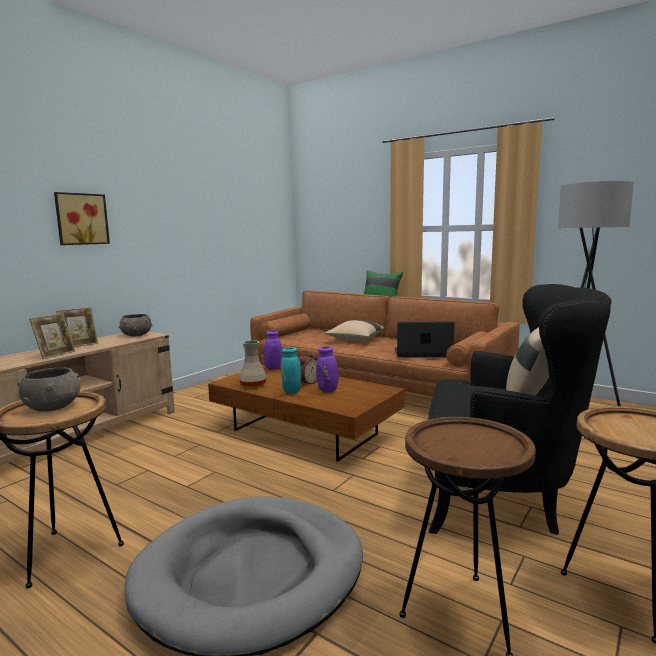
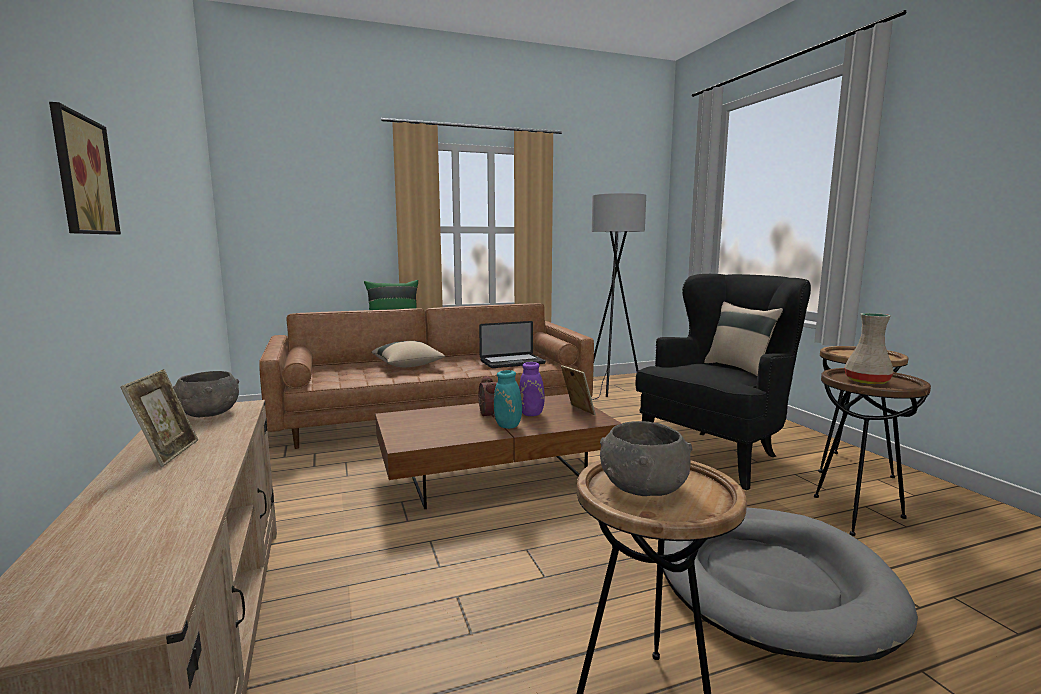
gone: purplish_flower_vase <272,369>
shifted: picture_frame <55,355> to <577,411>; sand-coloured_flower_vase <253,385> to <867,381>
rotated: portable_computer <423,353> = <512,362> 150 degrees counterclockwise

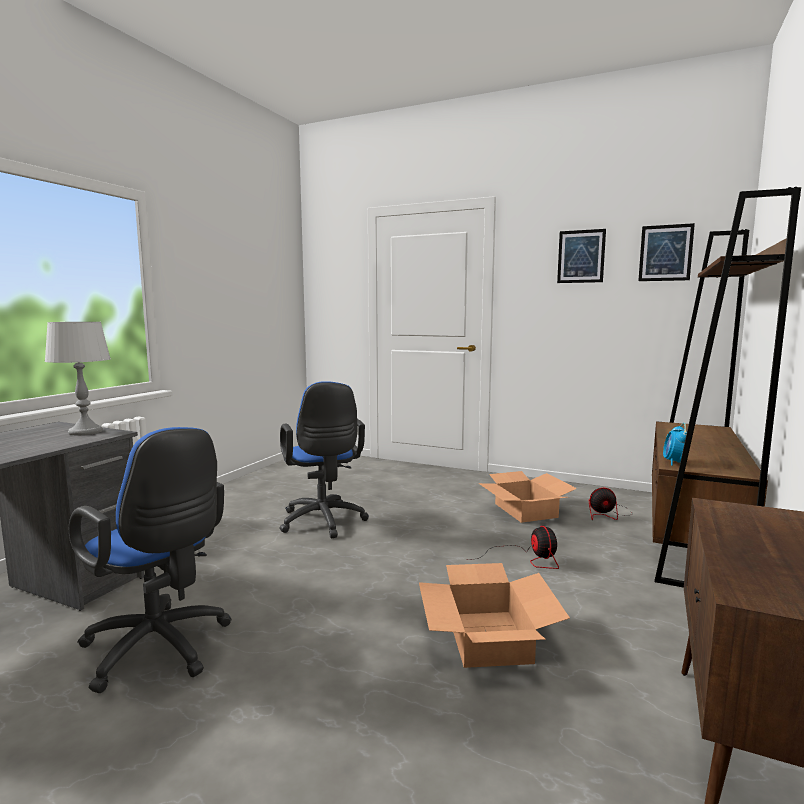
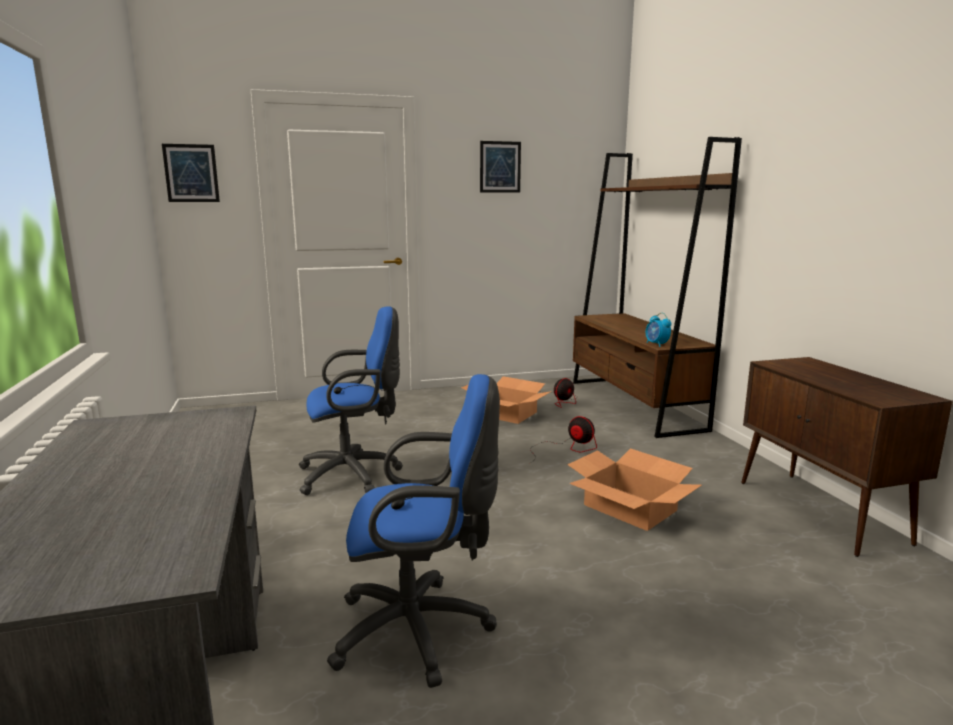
gone: greyish_lamp_for_a_table <85,432>
shifted: wall_picture <665,253> to <191,173>
rotated: bluish_desk_chair <323,522> = <354,474> 45 degrees counterclockwise

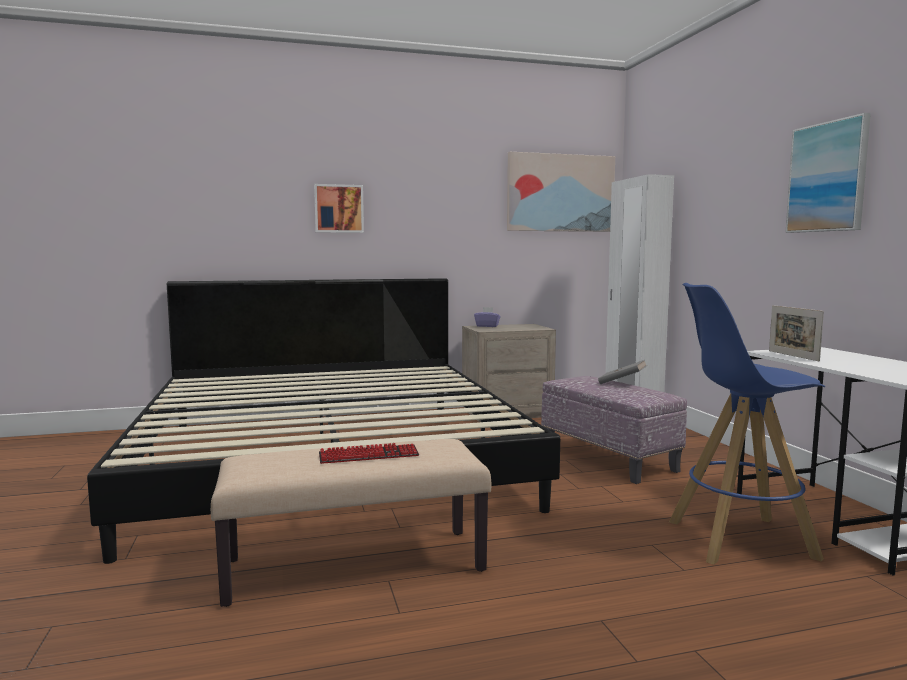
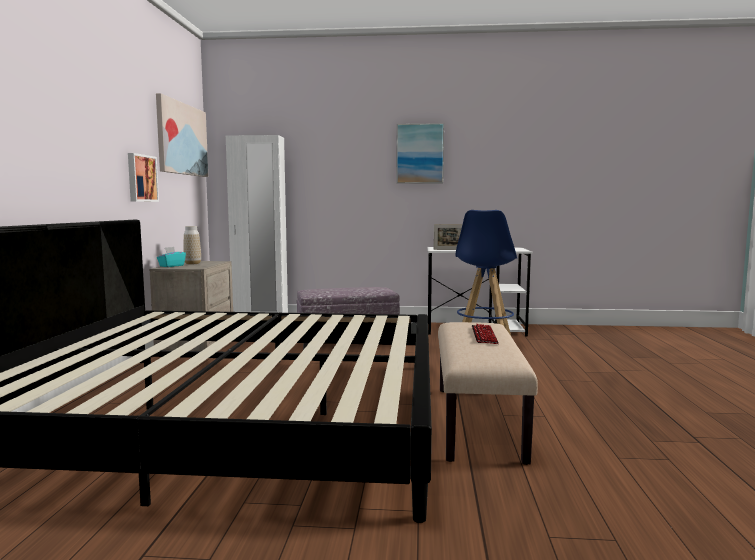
gone: greyish_volume <622,383>
new: flower_vase <192,263>
shifted: wall_picture <339,208> to <141,178>
repainted: purplish_tissue_holder <487,326> to turquoise_tissue_holder <171,266>

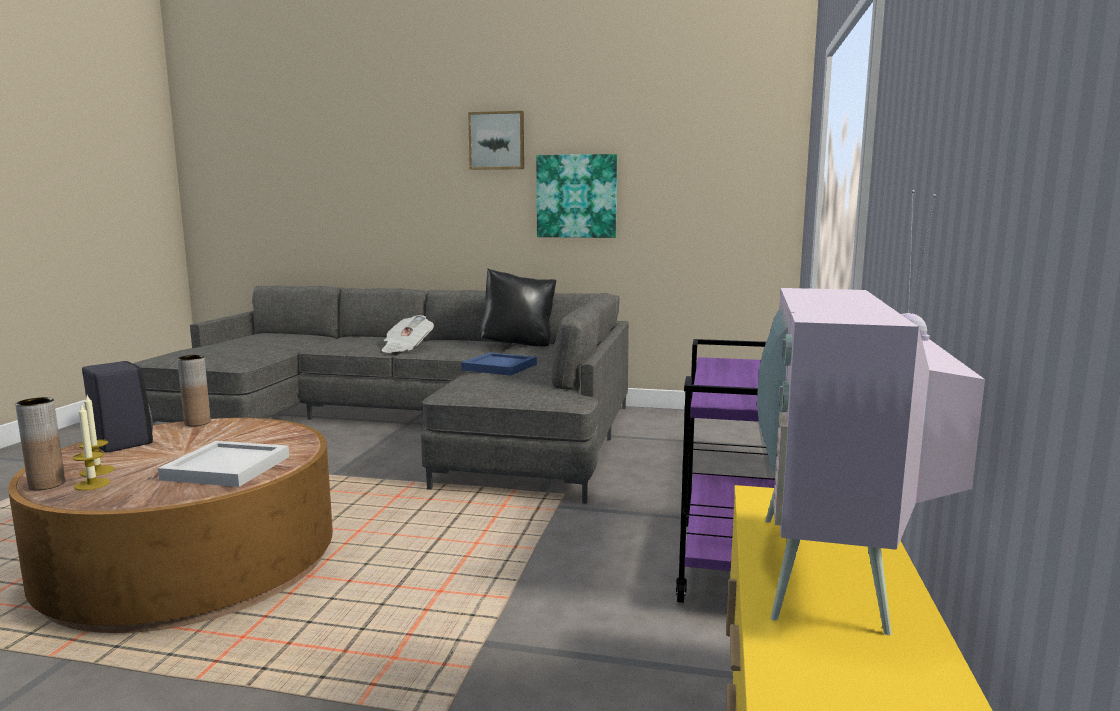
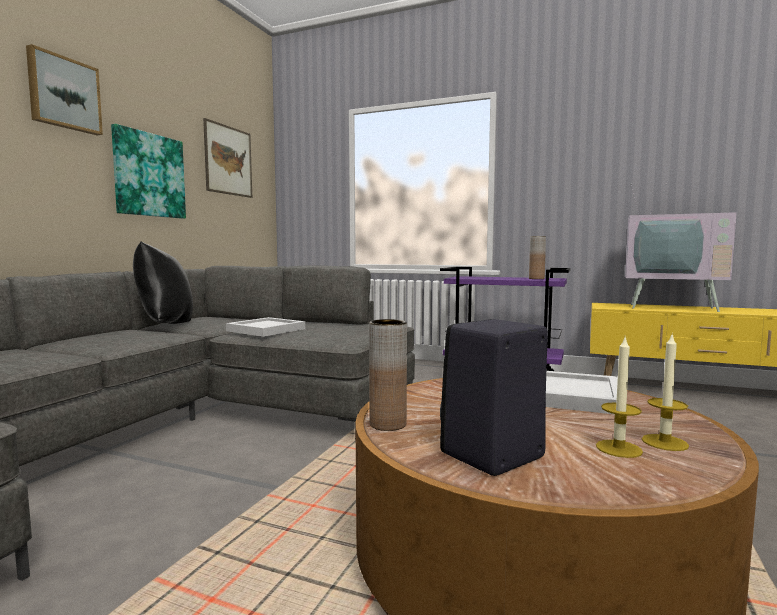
gone: newspaper <406,348>
new: wall_picture <228,160>
shifted: brown_flower_vase <47,484> to <536,279>
repainted: bluish_tray <500,367> to white-coloured_tray <267,330>

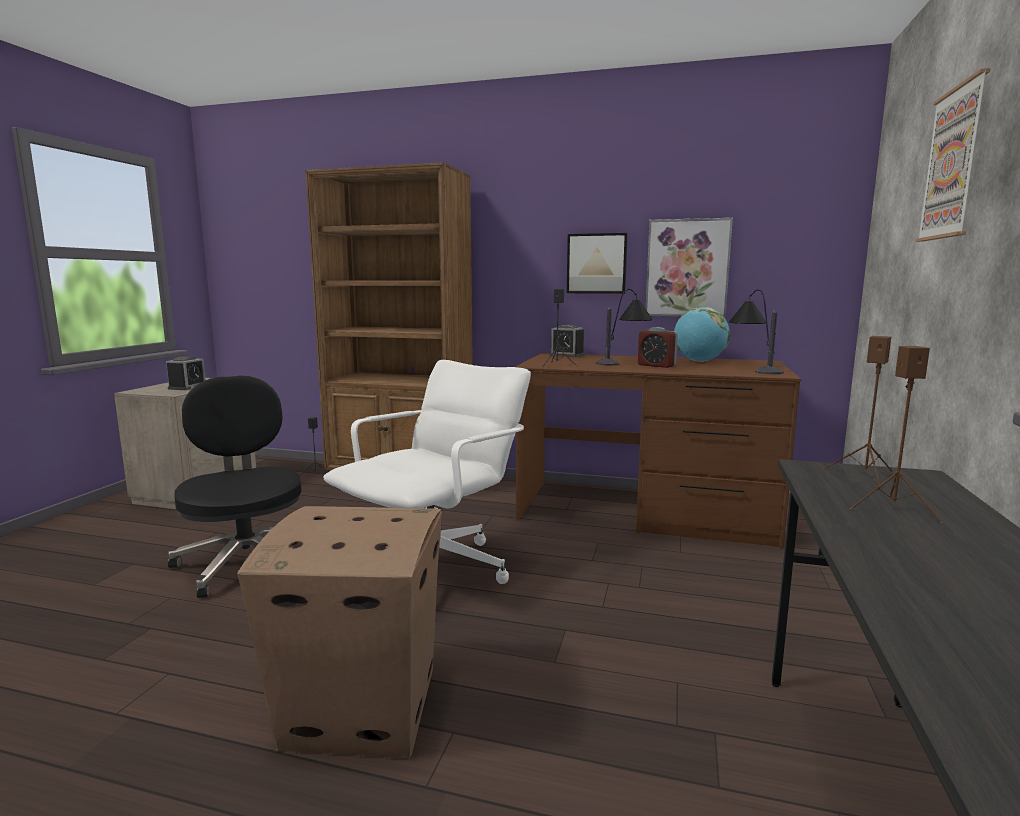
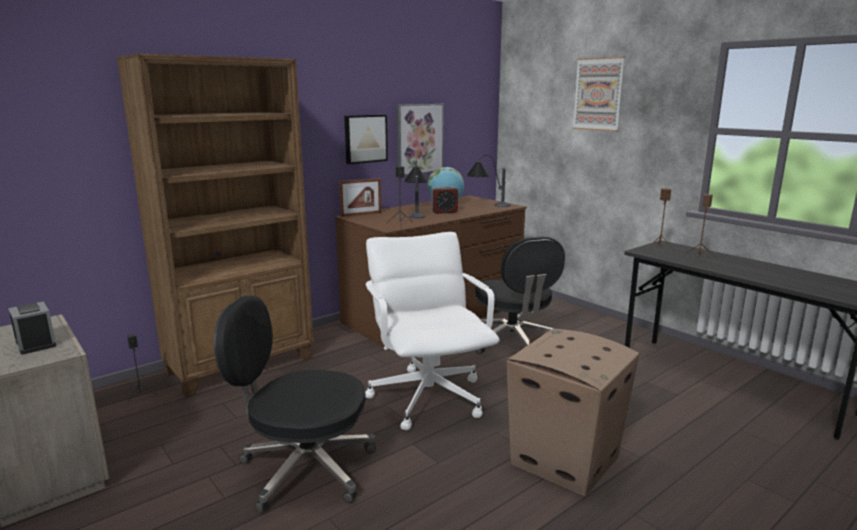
new: black-coloured_desk_chair <513,342>
swapped: table_clock <567,355> to picture_frame <361,214>

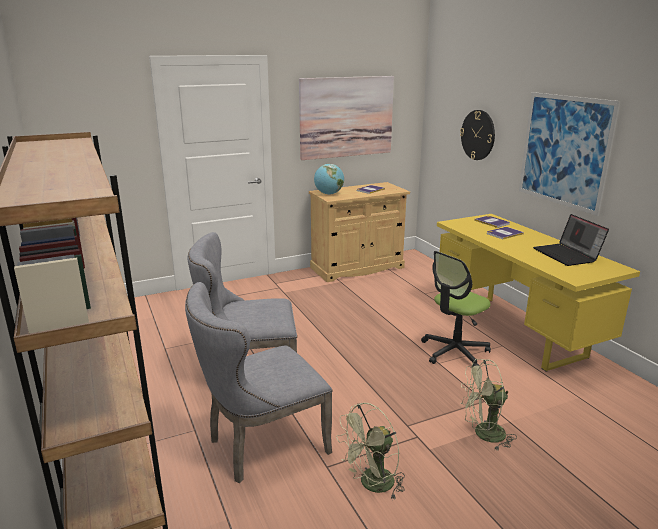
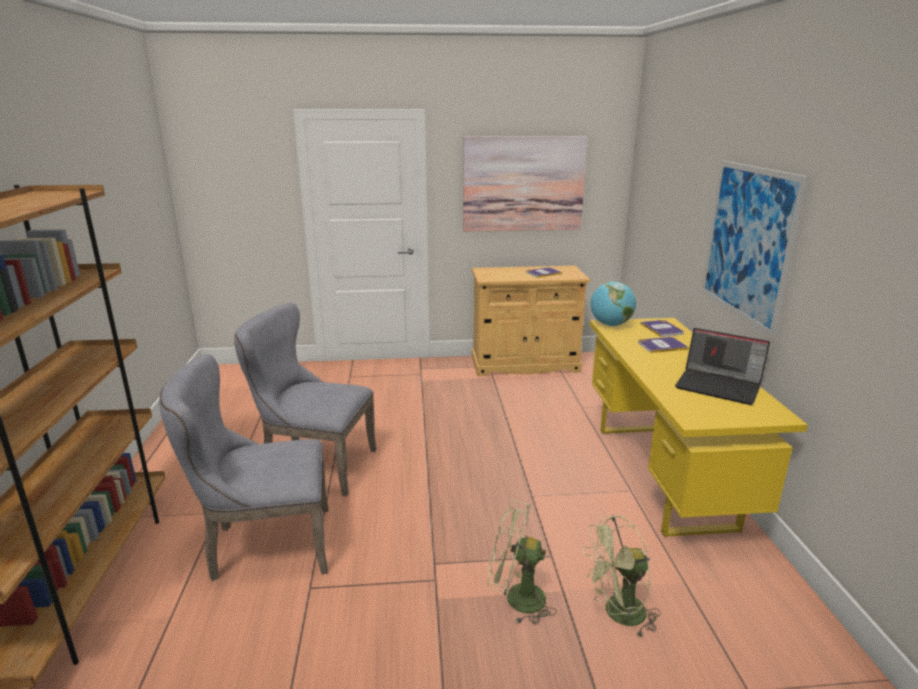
gone: desk_chair <454,352>; hanging_clock <478,135>
shifted: desk_globe <329,194> to <610,325>; greenish_cooling_fan <372,485> to <617,614>
rotated: portable_computer <567,255> = <719,386> 60 degrees counterclockwise

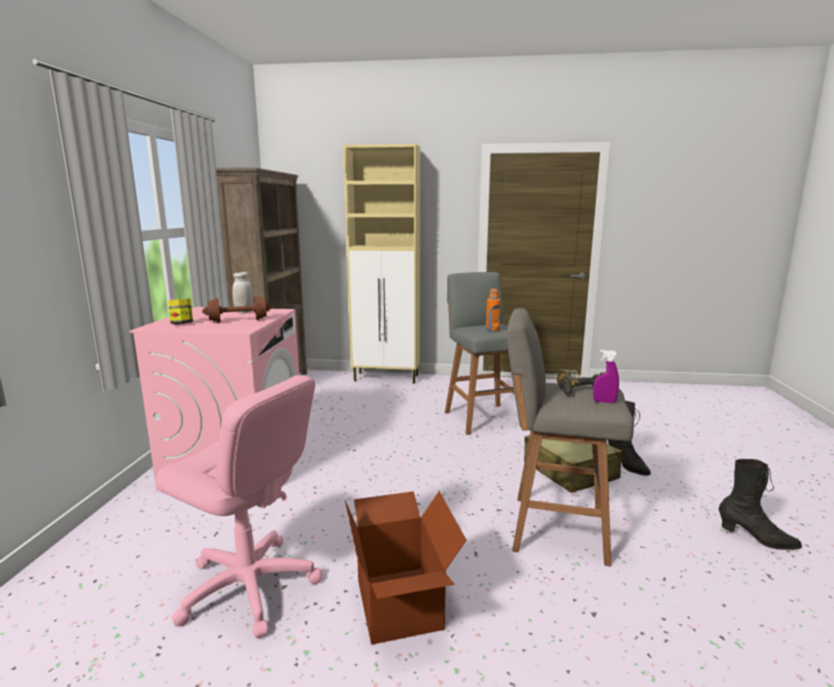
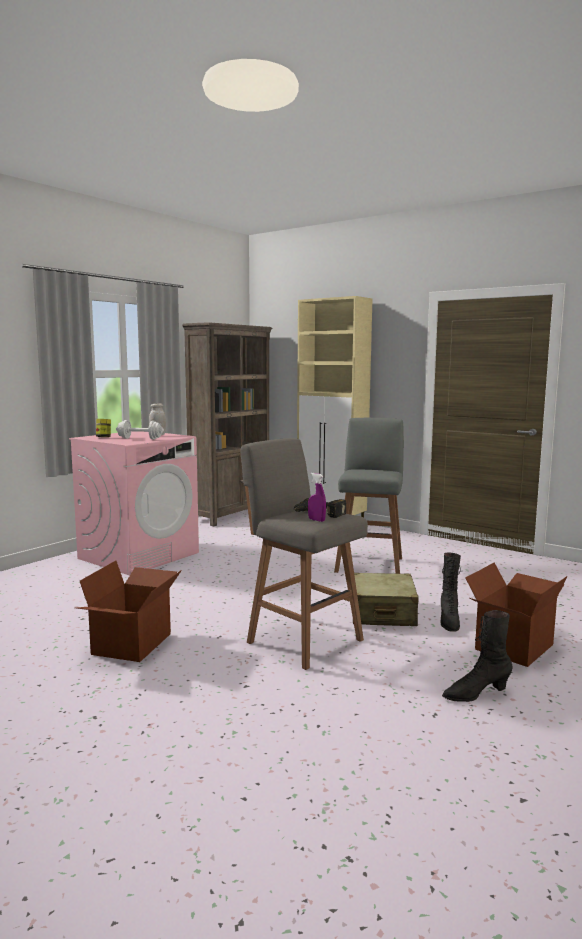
gone: pink_desk_chair <248,587>; orange_drink_bottle <492,330>
new: cardboard_box <512,646>
repainted: brown_free_weight <238,321> to white-coloured_free_weight <140,439>
rotated: black-coloured_high-top_boot <756,538> = <475,694> 105 degrees clockwise

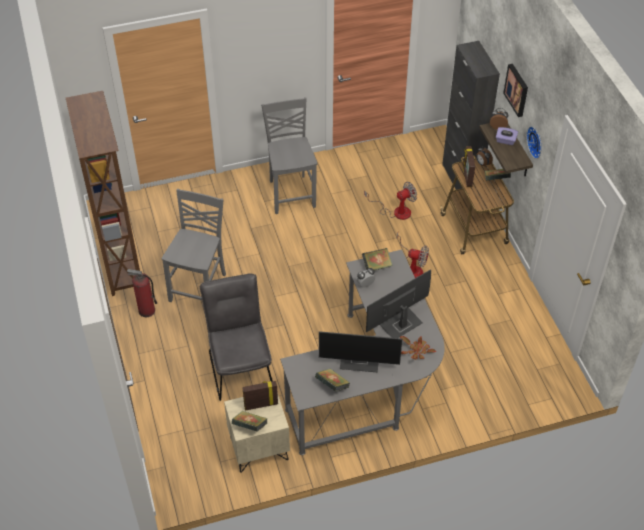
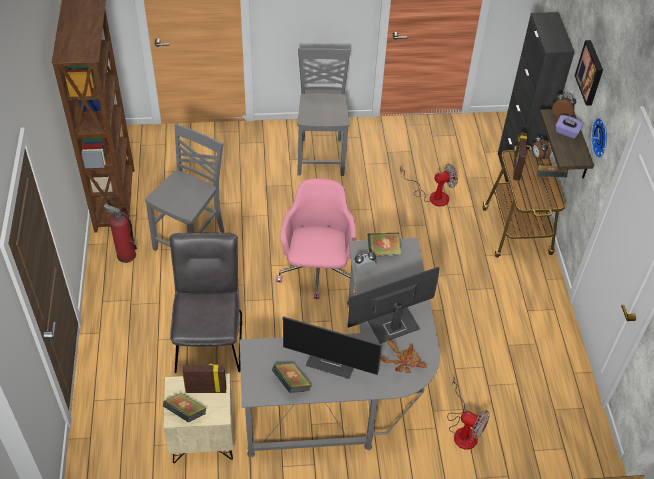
new: pink_desk_chair <317,271>
shifted: cooling_fan <411,268> to <463,430>

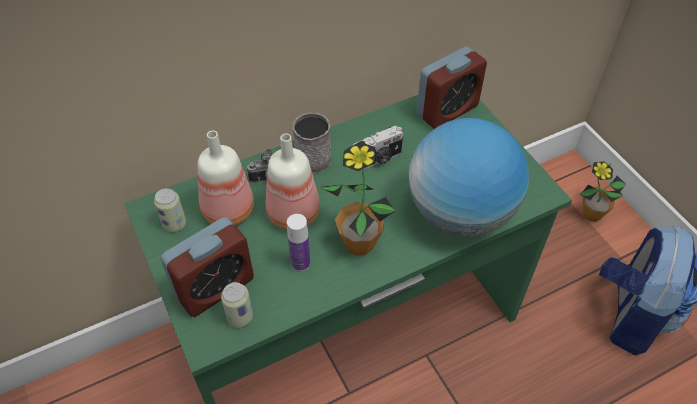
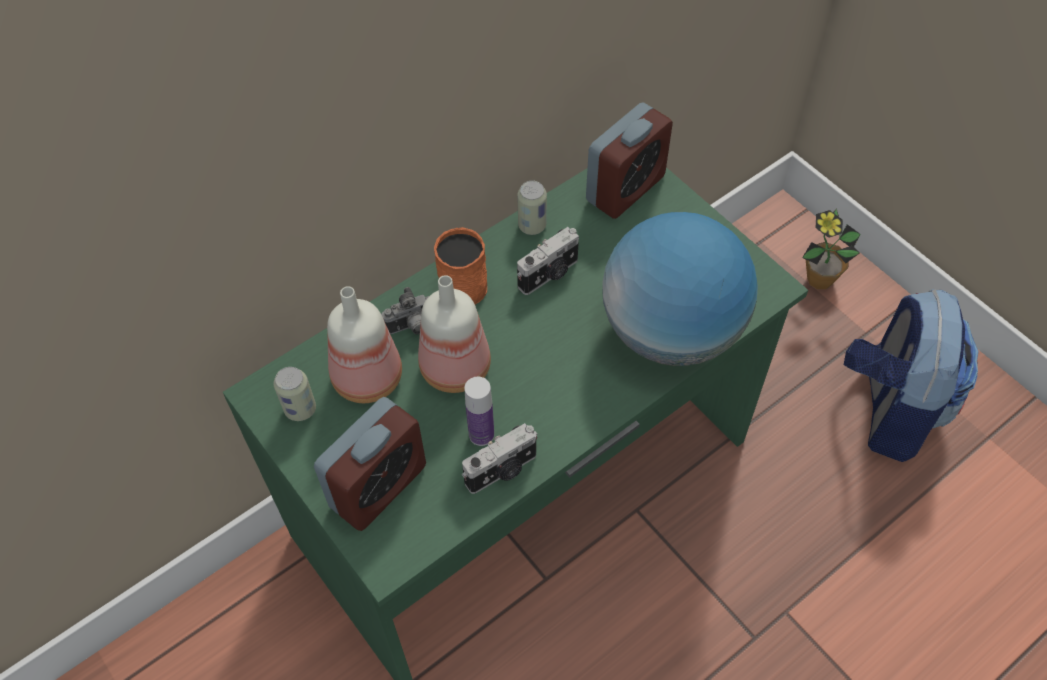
gone: plant_in_a_pot <359,244>
new: still_camera <502,471>
shifted: metal_can <240,317> to <532,225>
repainted: greyish_tea_mug <314,155> to orange_tea_mug <462,281>

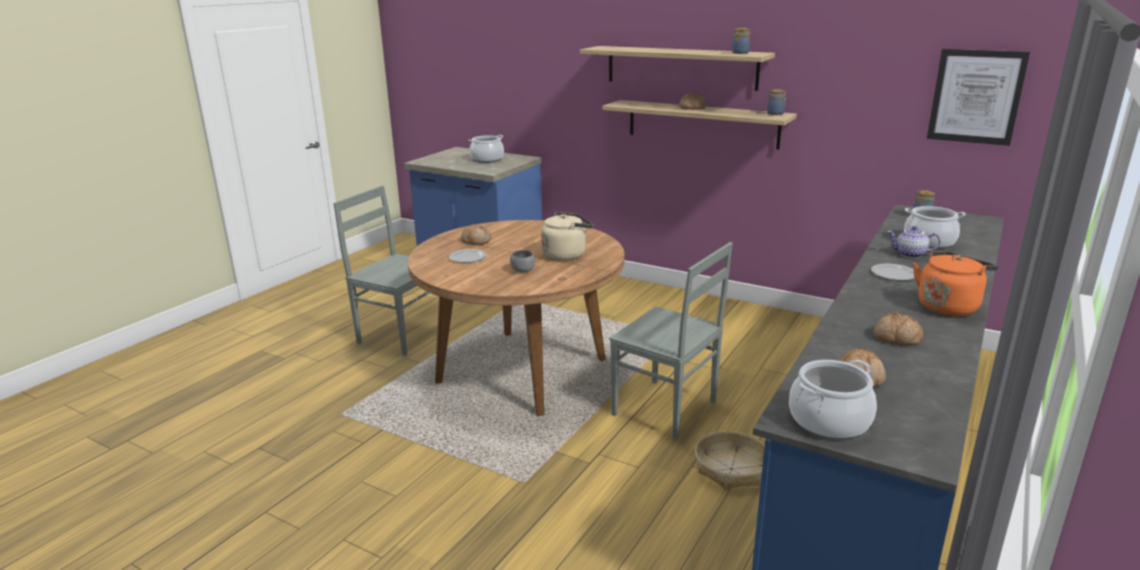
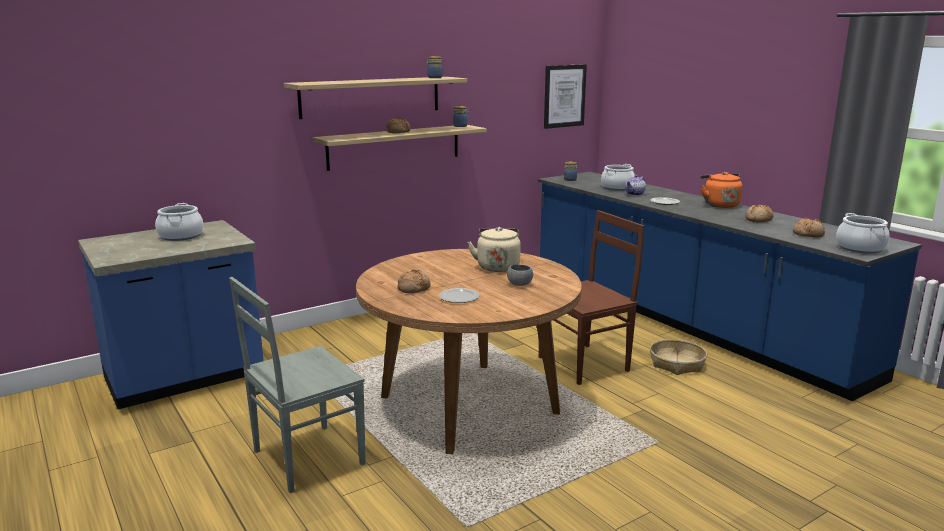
repainted: greyish_upright_chair <667,409> to brown_upright_chair <585,363>

